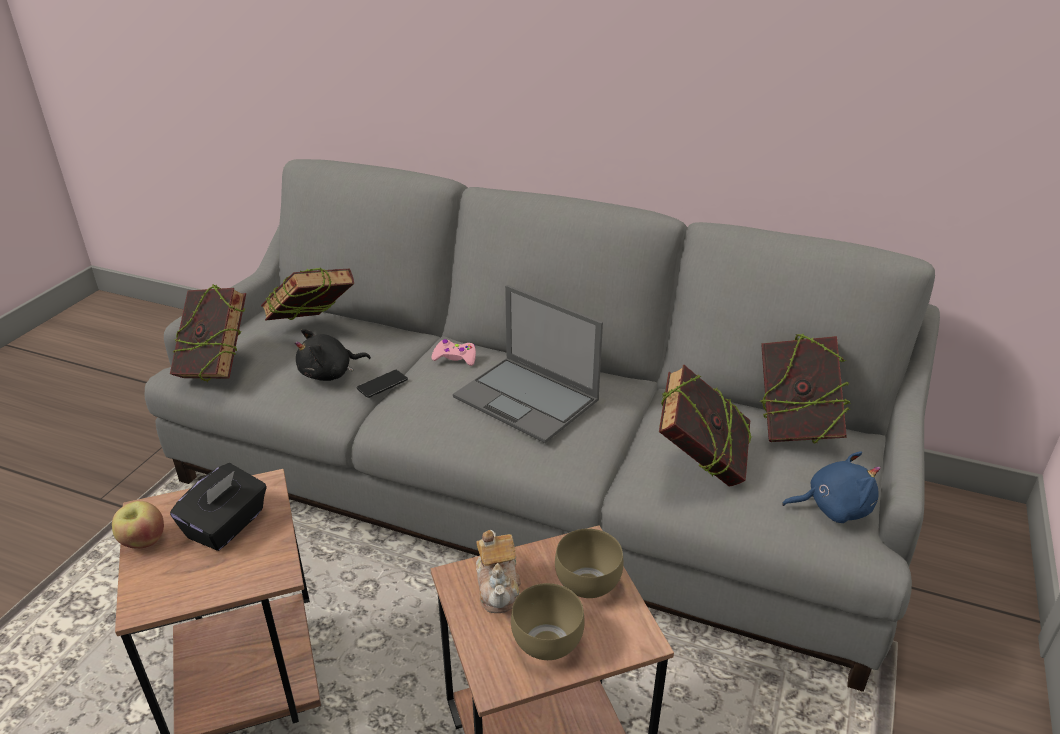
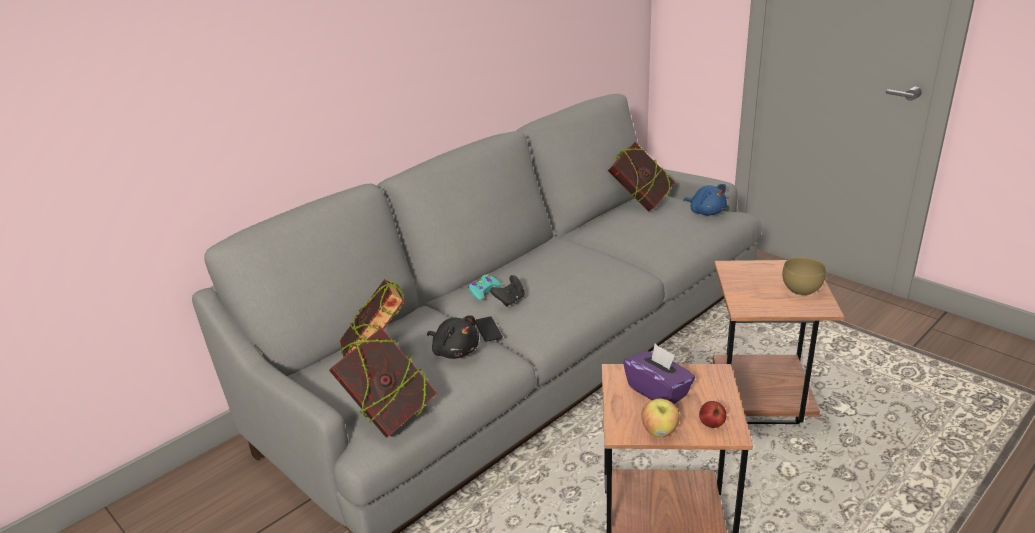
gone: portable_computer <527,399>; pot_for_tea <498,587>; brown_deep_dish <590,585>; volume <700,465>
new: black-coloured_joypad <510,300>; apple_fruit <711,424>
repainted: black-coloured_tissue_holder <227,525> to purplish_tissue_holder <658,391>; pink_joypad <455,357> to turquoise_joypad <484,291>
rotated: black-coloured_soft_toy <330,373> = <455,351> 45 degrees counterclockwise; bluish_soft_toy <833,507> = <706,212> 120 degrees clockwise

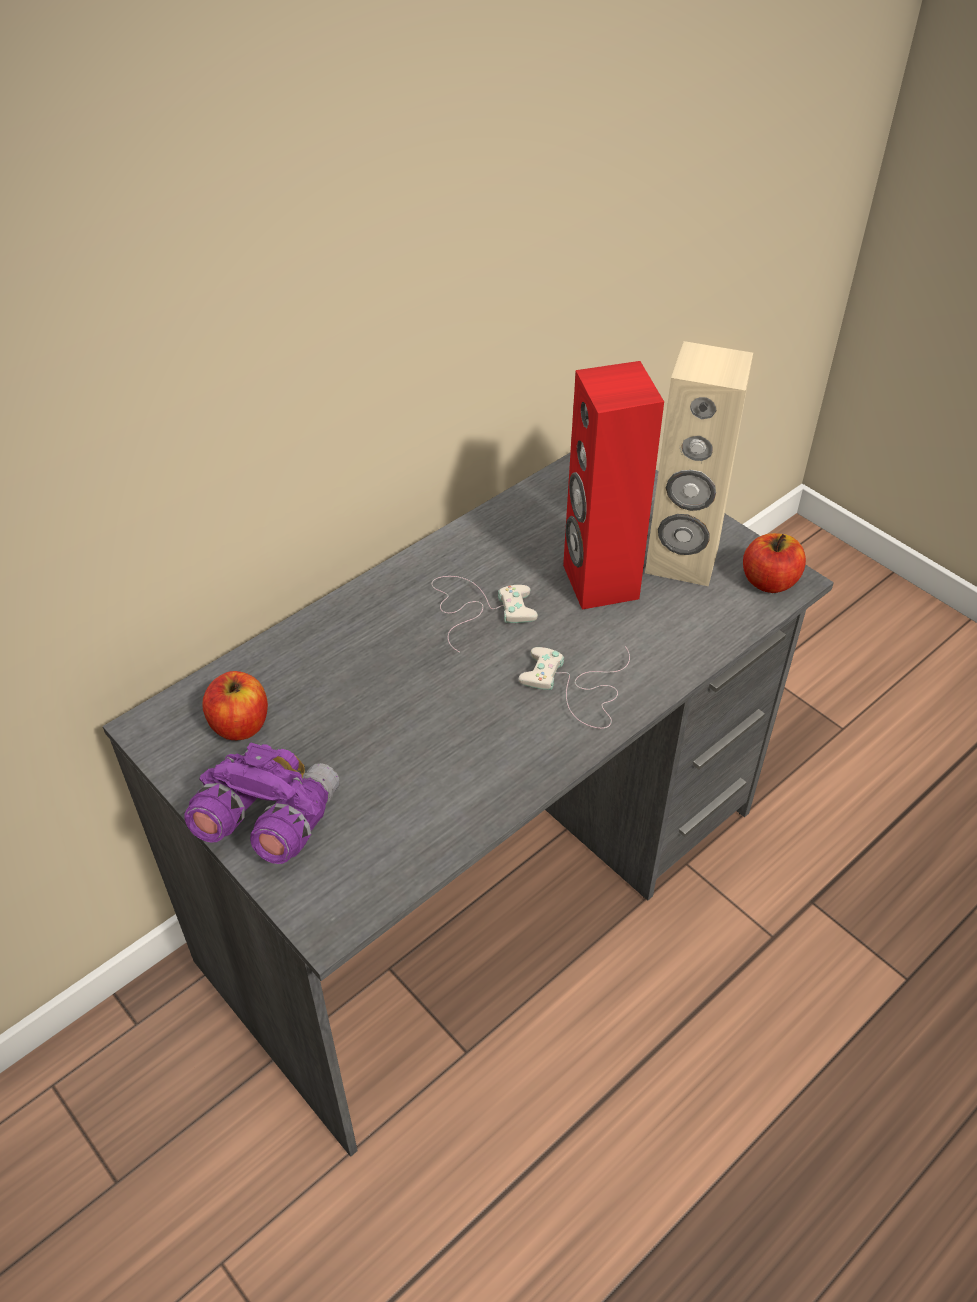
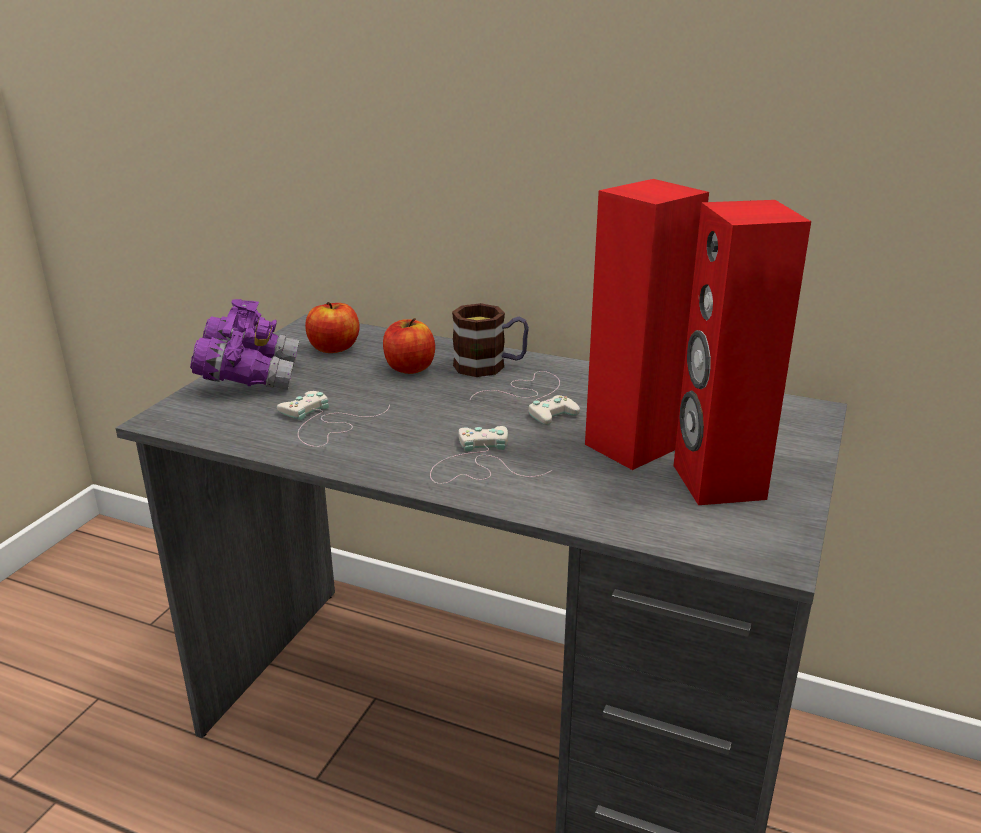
new: white-coloured_joypad <323,424>; tea_mug <490,366>
shifted: apple_fruit <769,581> to <409,368>
repainted: sand-coloured_speaker <681,561> to red_speaker <717,482>

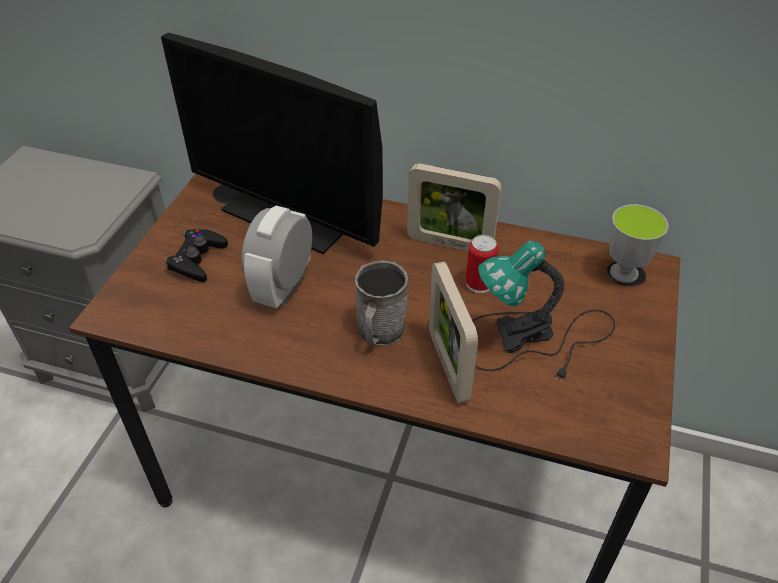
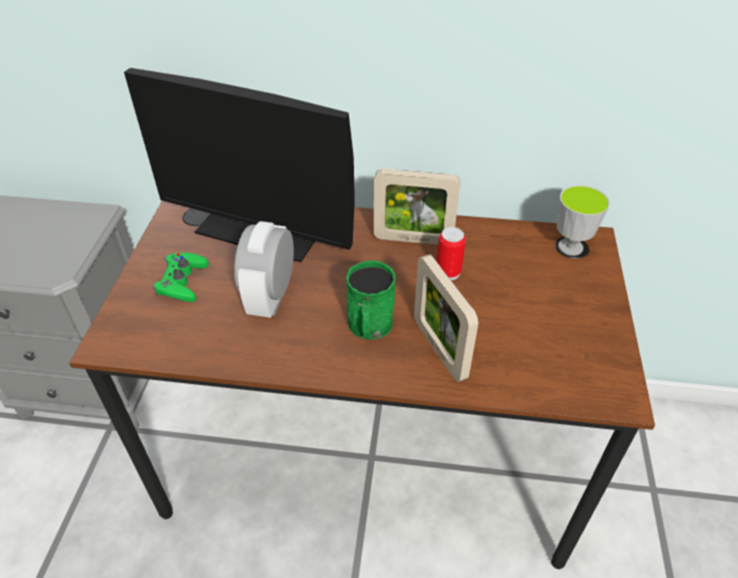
gone: lamp_for_a_table <533,339>
repainted: black-coloured_joypad <197,260> to greenish_joypad <182,282>; greyish_tea_mug <379,332> to greenish_tea_mug <369,327>

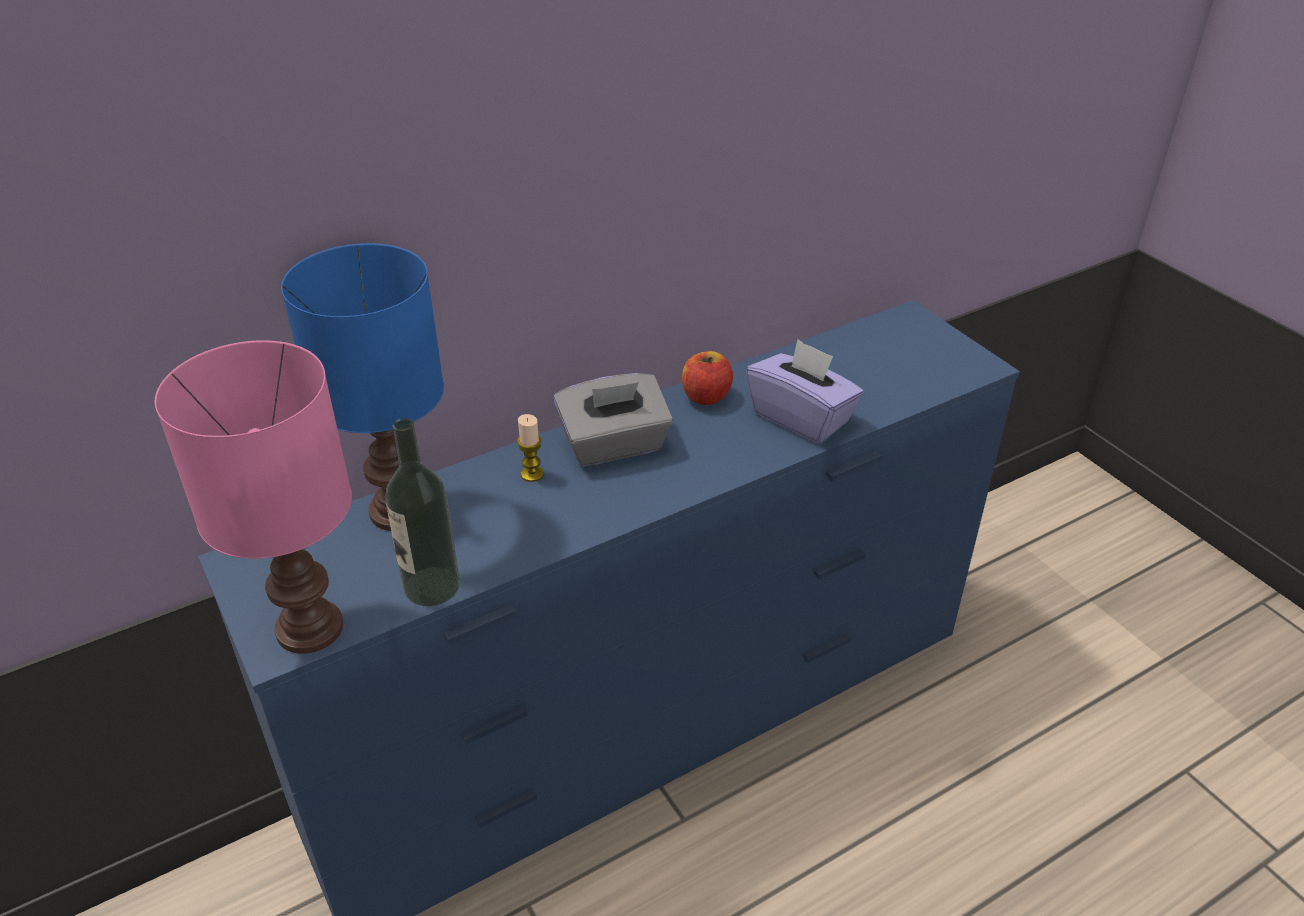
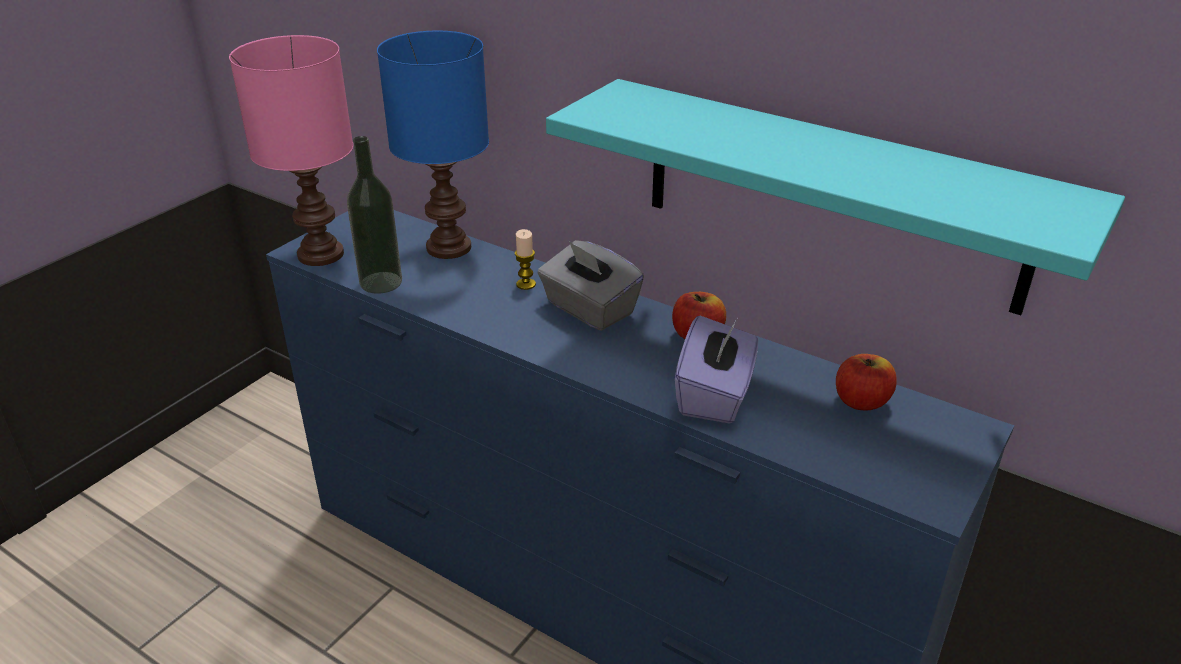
new: turquoise_bracket_shelf <830,194>; apple_fruit <861,401>

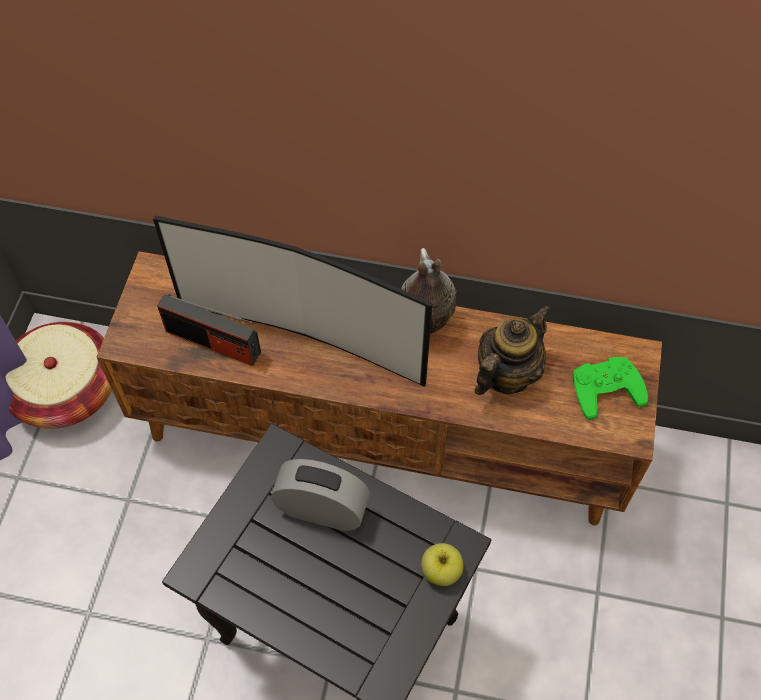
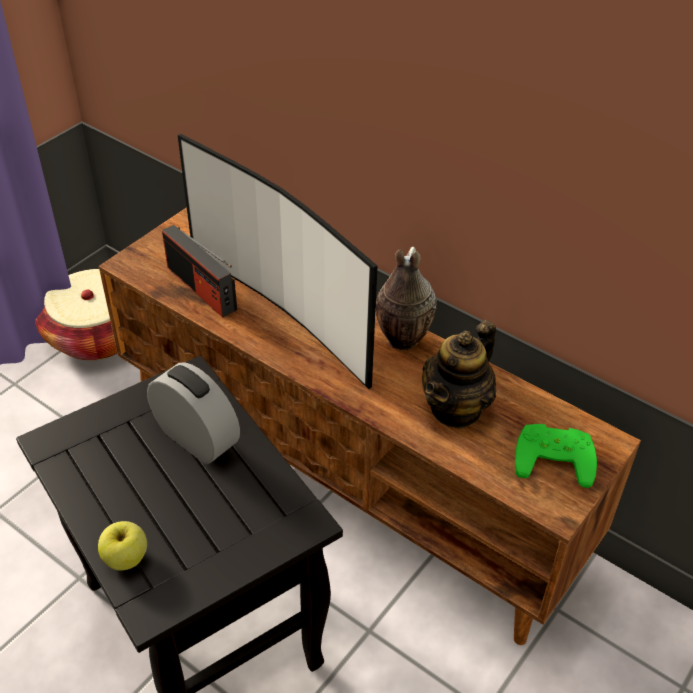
shifted: apple_fruit <441,570> to <126,558>
rotated: pot_for_tea <506,374> = <456,408> 150 degrees clockwise

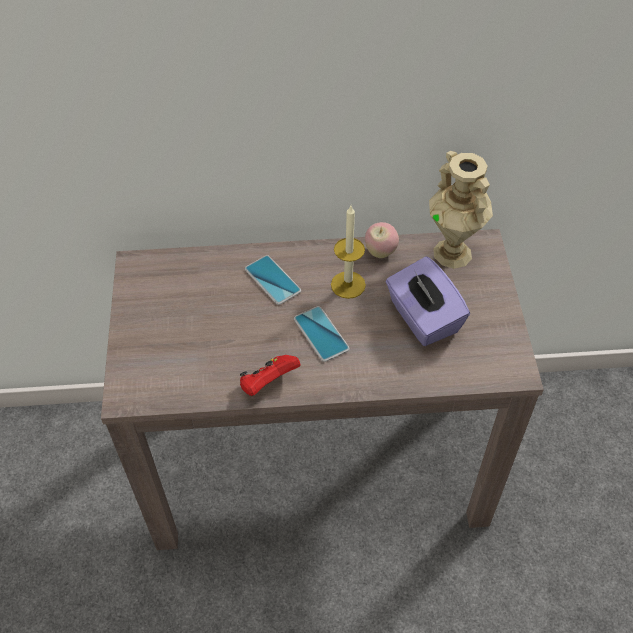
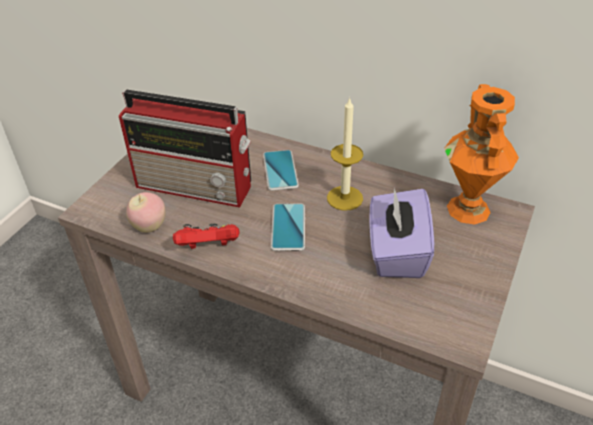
new: radio <197,186>
shifted: apple_fruit <380,252> to <149,227>
repainted: sand-coloured_flower_vase <453,253> to orange_flower_vase <469,209>

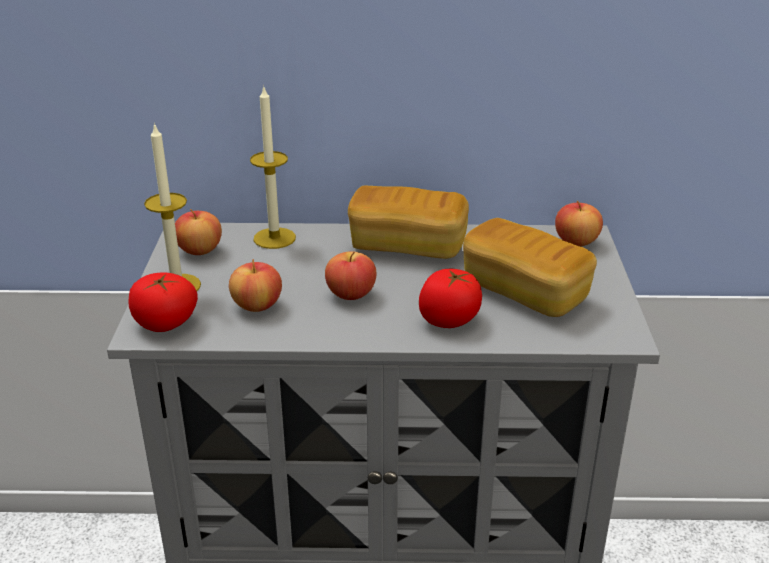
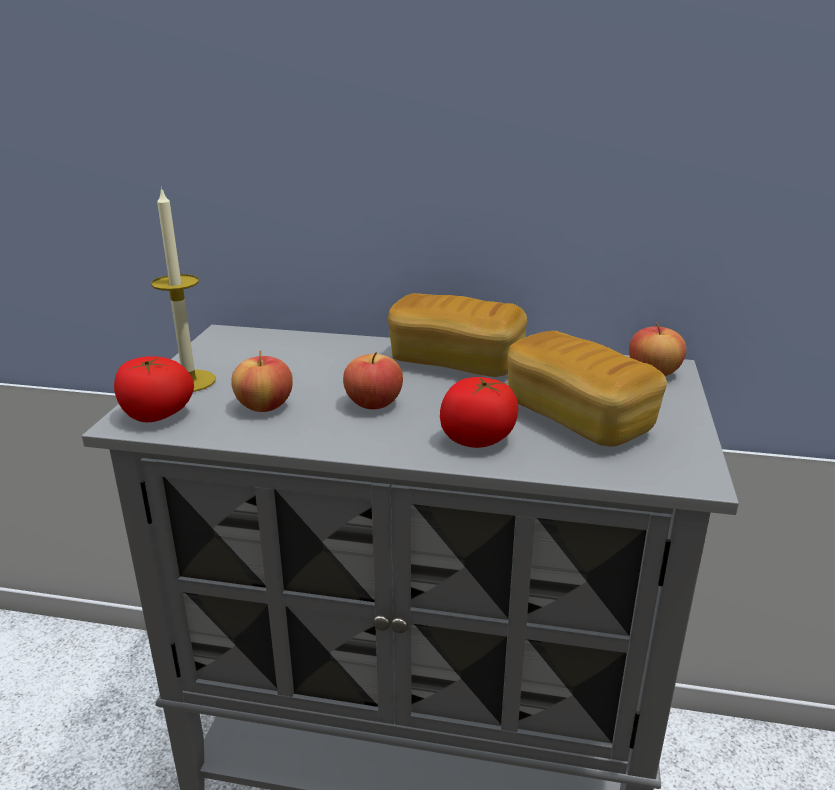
gone: apple_fruit <199,250>; candle <274,238>

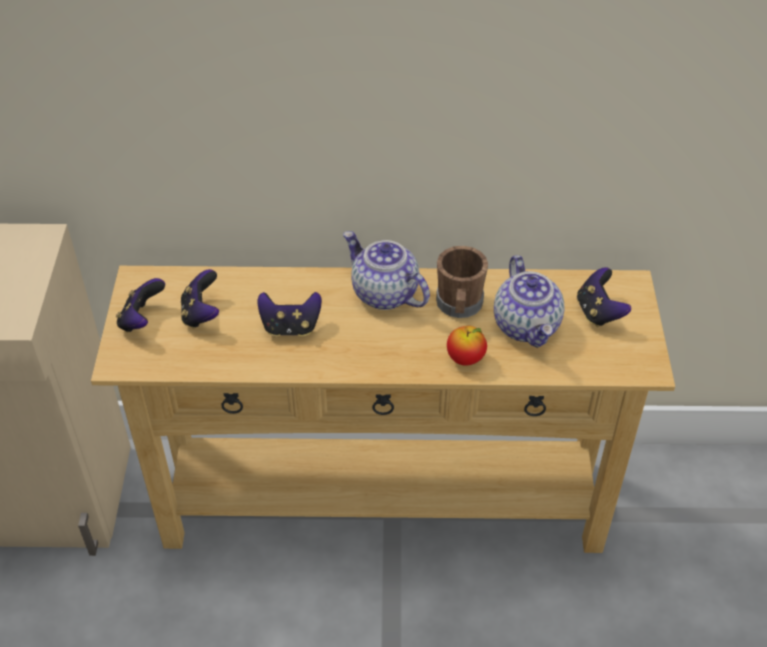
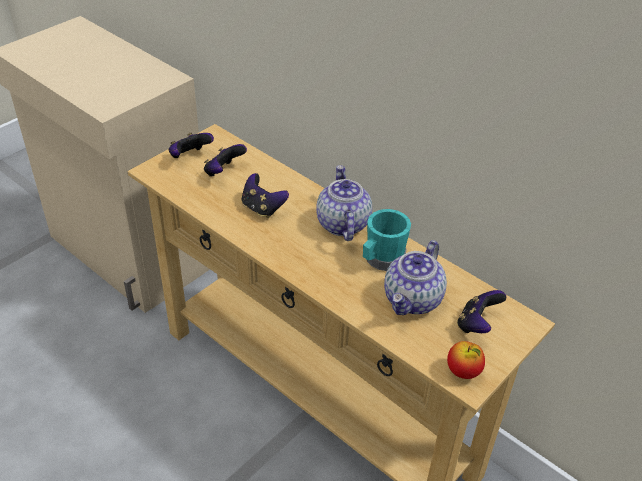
shifted: apple_fruit <465,359> to <463,372>
repainted: brown_tea_mug <459,306> to turquoise_tea_mug <381,260>

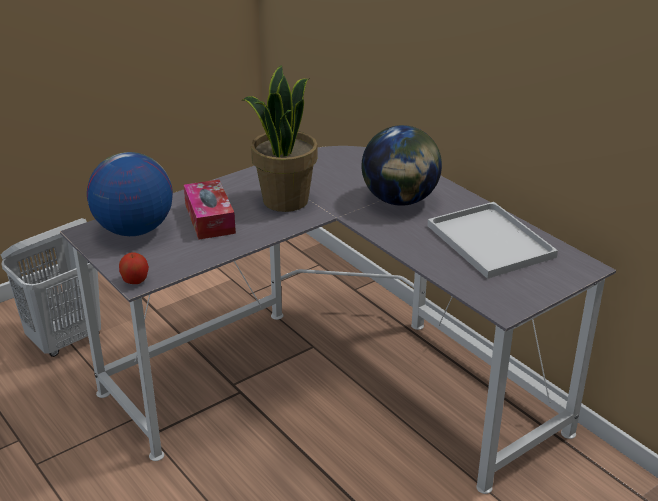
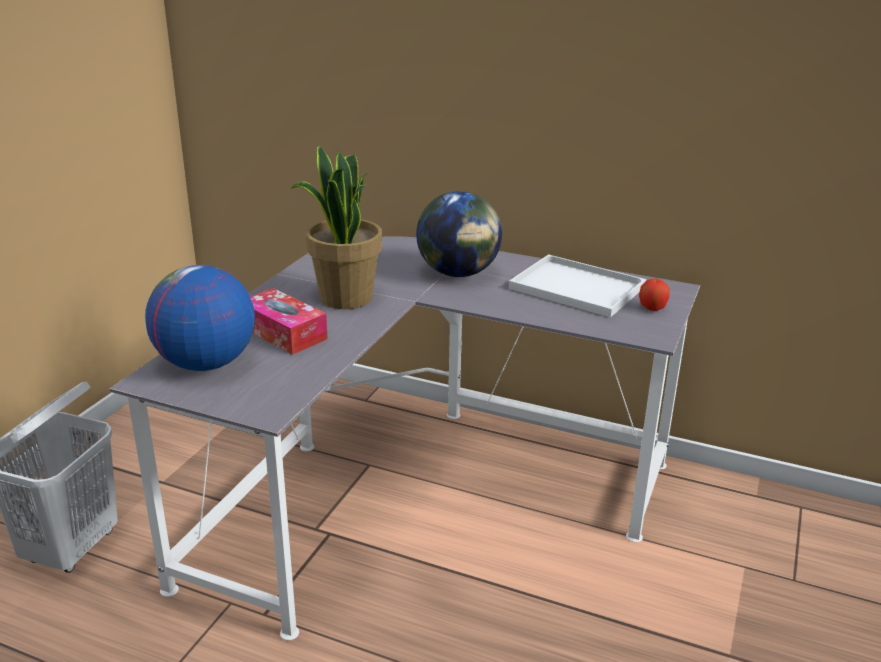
shifted: apple_fruit <135,281> to <652,308>

